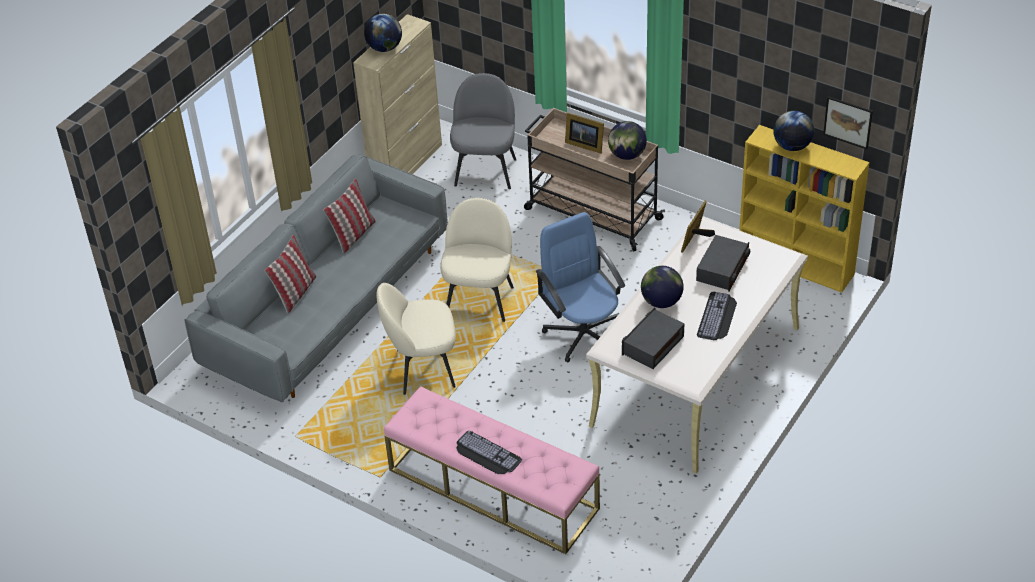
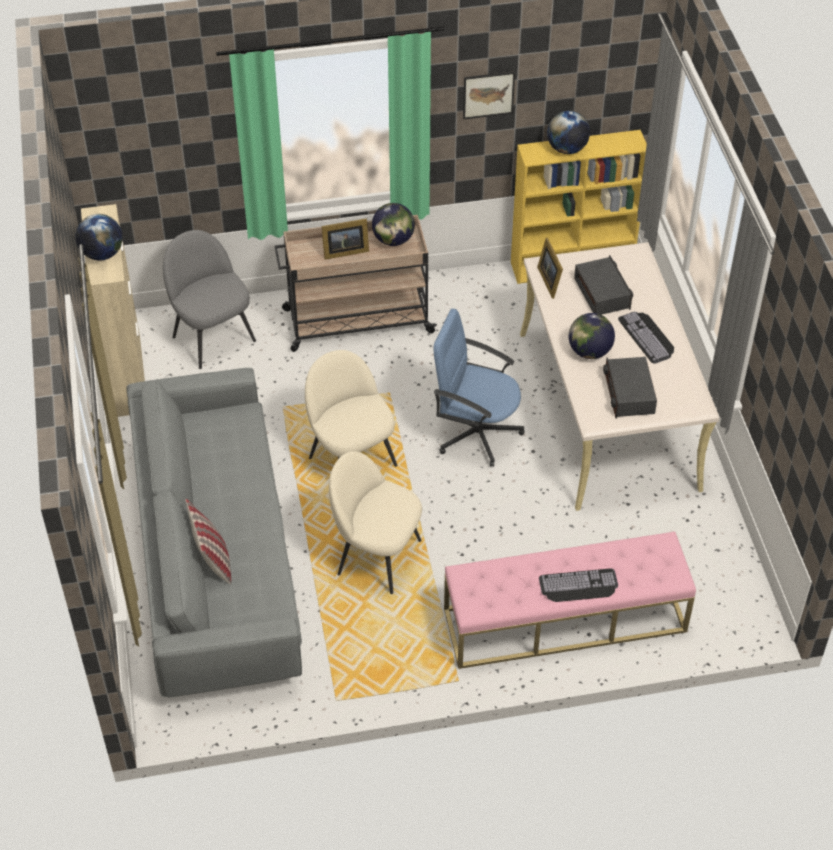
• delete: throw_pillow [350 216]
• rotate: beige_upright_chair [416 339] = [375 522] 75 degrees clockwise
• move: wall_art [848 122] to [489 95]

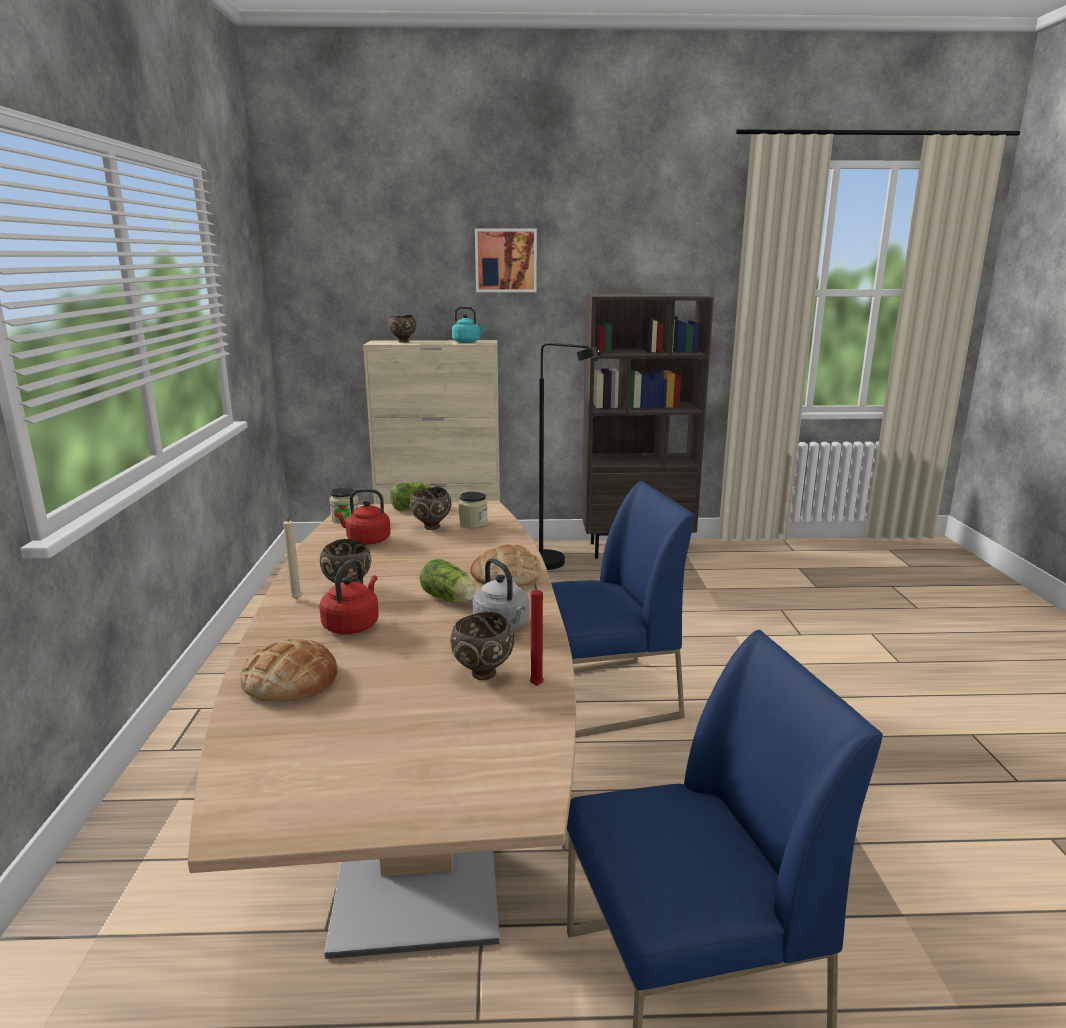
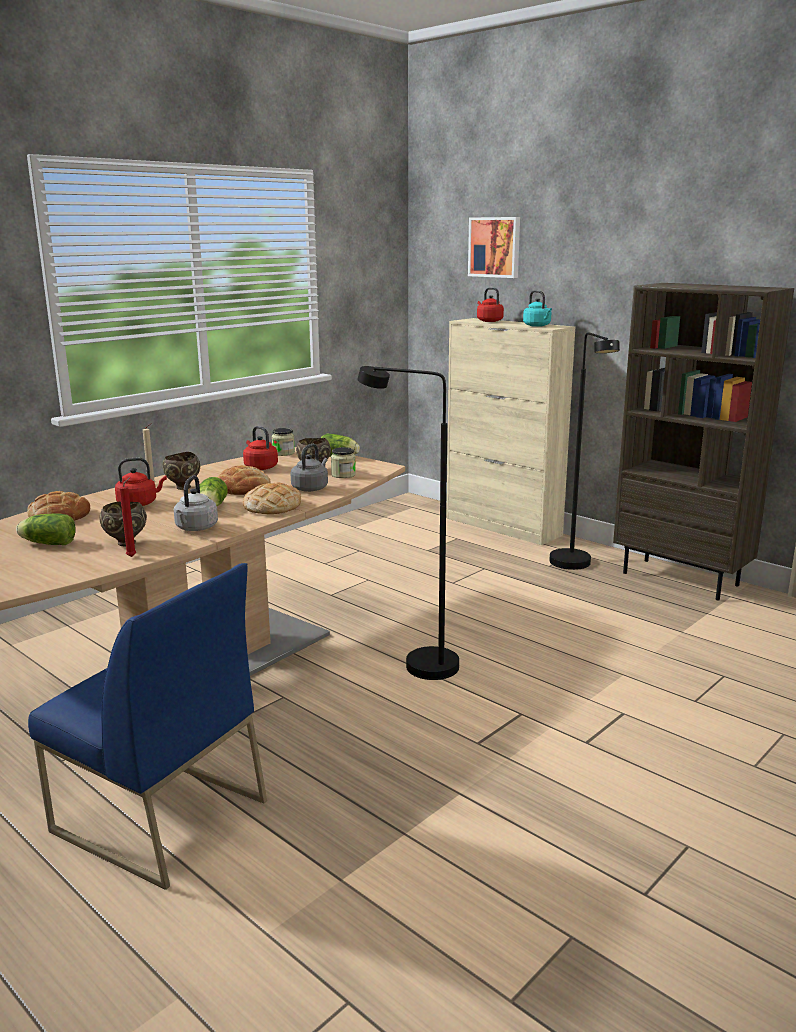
• replace: brown-coloured_serving_bowl [402 329] to reddish_tea_kettle [490 304]
• move: wall_art [506 260] to [494 247]
• replace: blue-coloured_upright_chair [623 609] to black_standard_lamp [408 523]
• insert: lettuce [46 529]
• insert: baked_bread [244 480]
• insert: gray_tea_kettle [309 468]

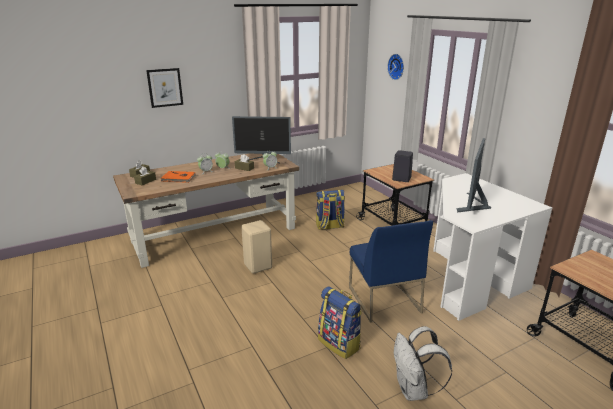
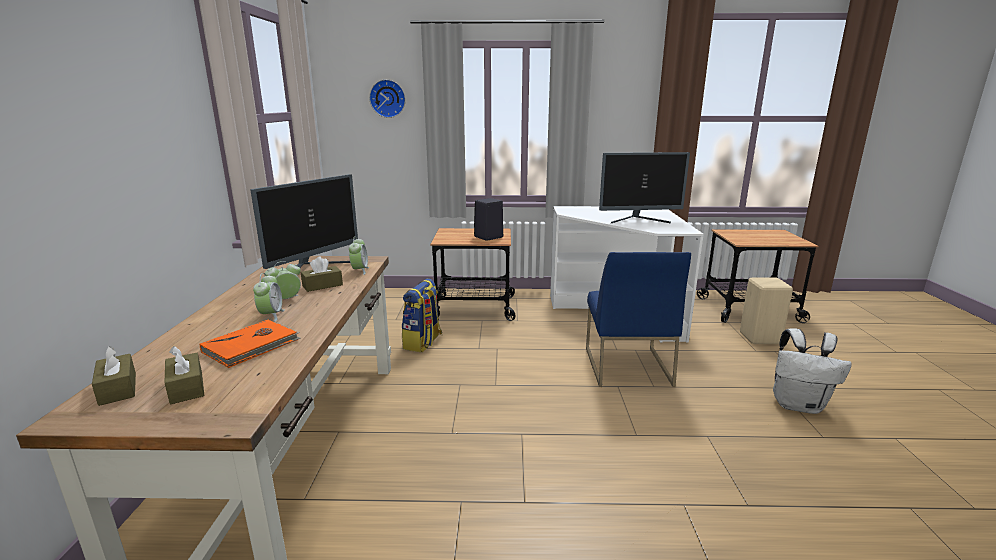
• delete: wall_art [164 88]
• move: beige_stool_seat [256 247] to [766 311]
• delete: backpack [340 322]
• rotate: blue-coloured_upright_chair [391 271] = [638 319] 75 degrees clockwise
• rotate: computer_display [474 175] = [644 187] 60 degrees counterclockwise

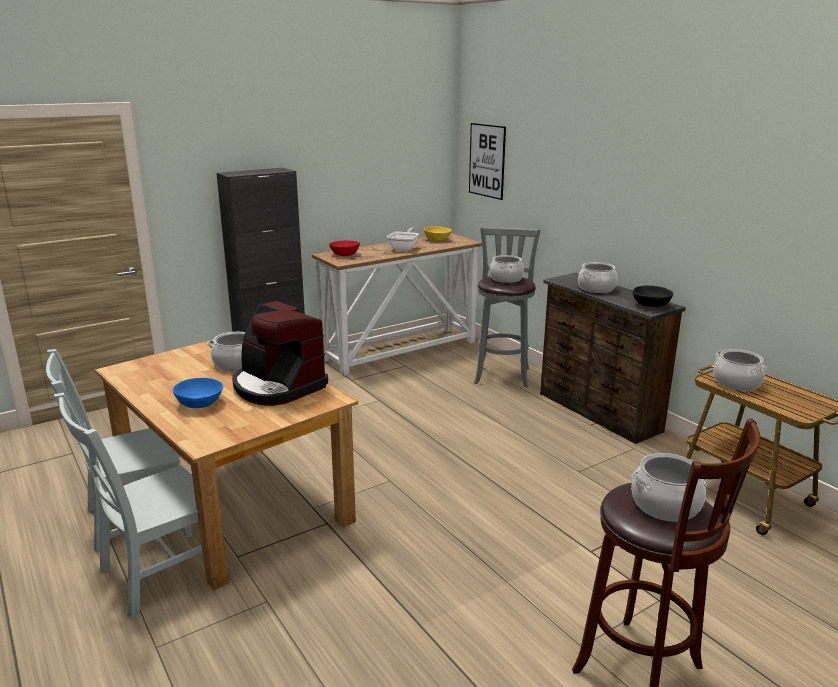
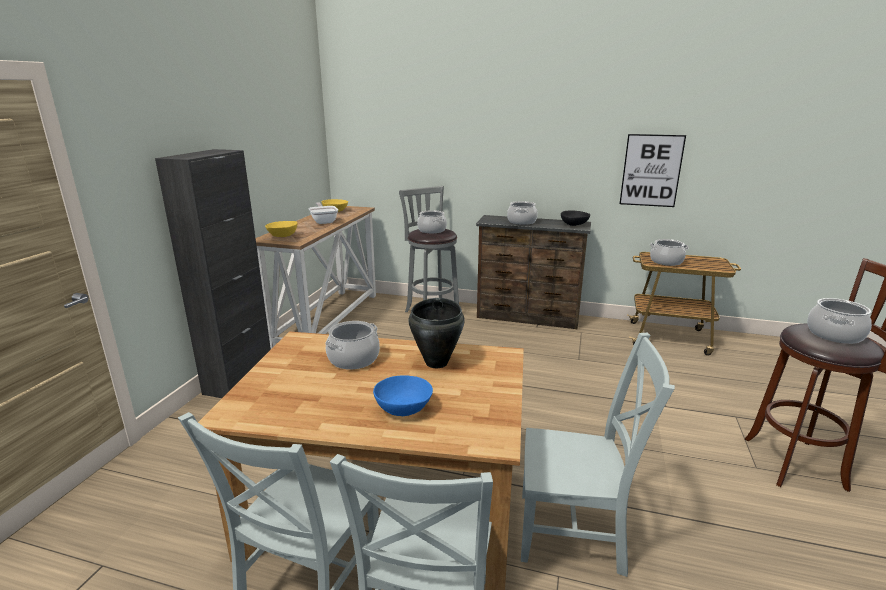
• replace: coffee_maker [280 353] to black_saucepot [436 333]
• recolor: reddish_serving_bowl [344 248] to yellowish_serving_bowl [281 229]
• move: wall_art [487 161] to [653 170]
• insert: gray_upright_chair [598 455]

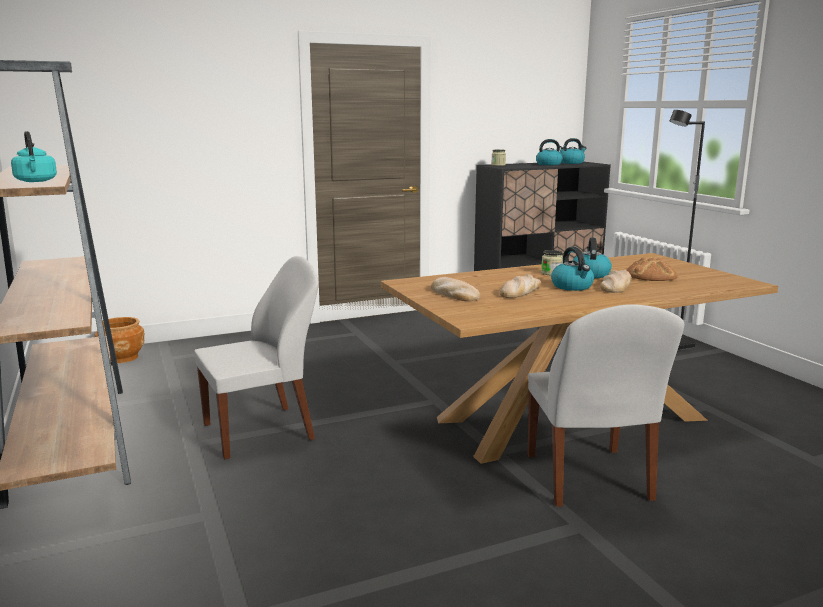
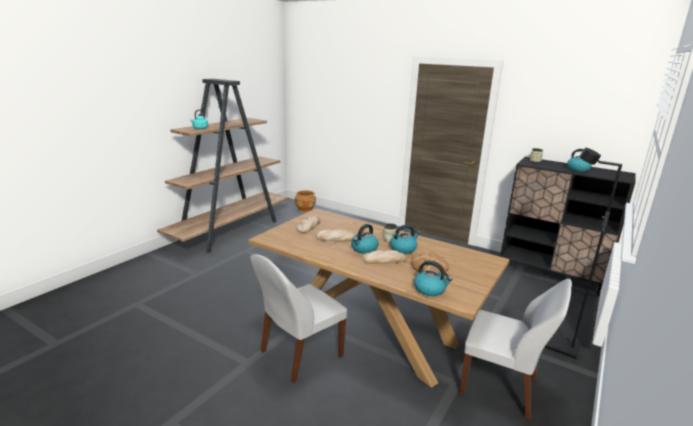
• move: white_upright_chair [256 357] to [516 349]
• move: tea_kettle [574 151] to [433 278]

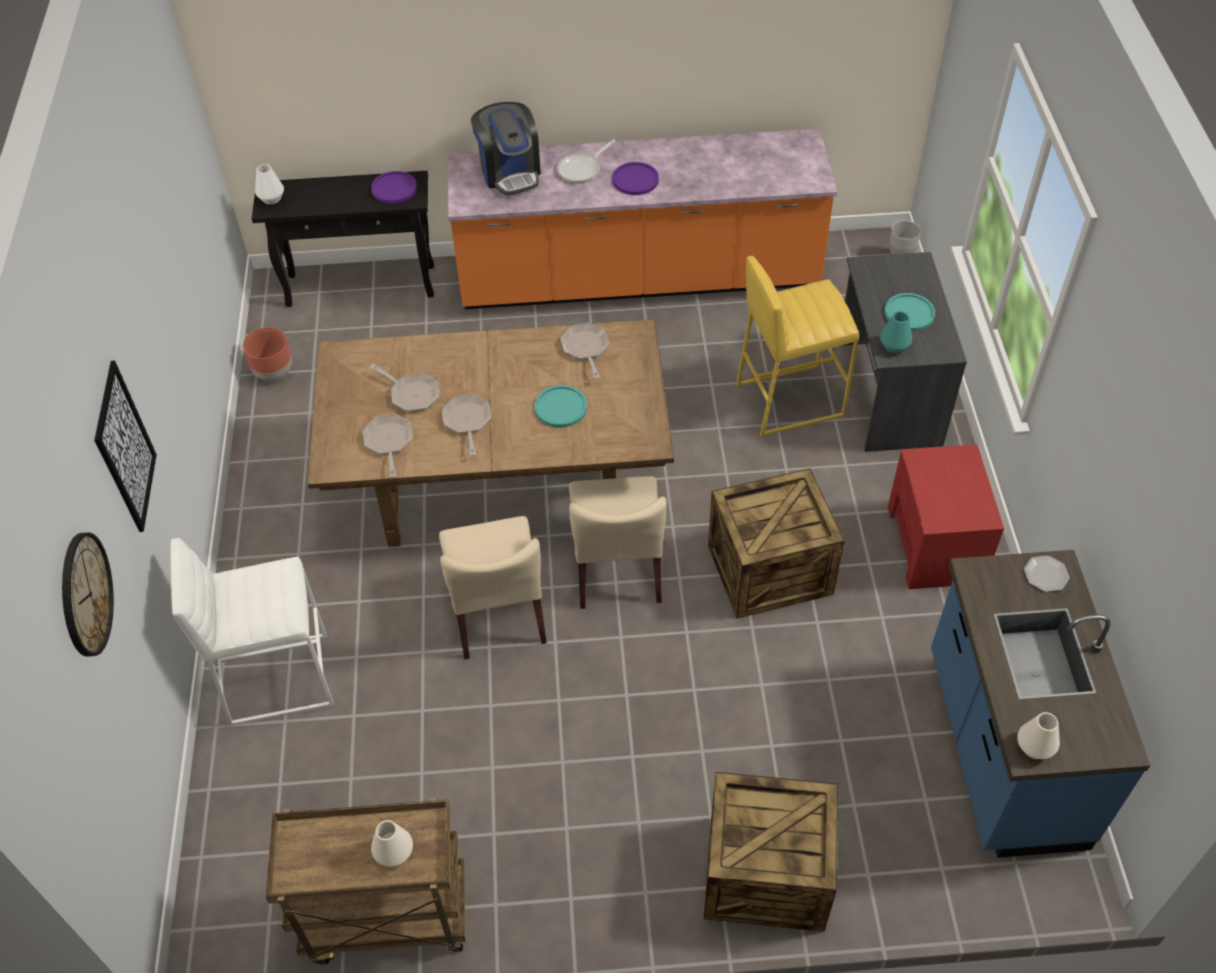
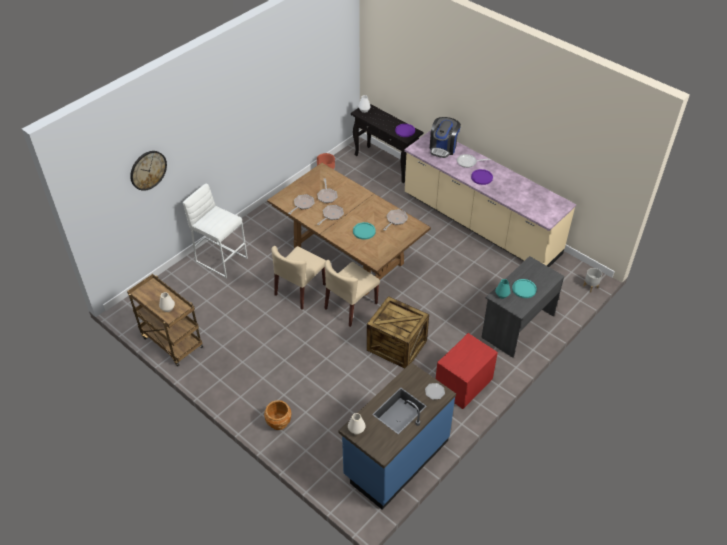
• delete: wall_art [125 446]
• recolor: orangey_counter [642 219] to beige_counter [490 198]
• replace: packing_crate [771 852] to brown-coloured_plant_pot [277 415]
• delete: yellowish_stool_seat [797 346]

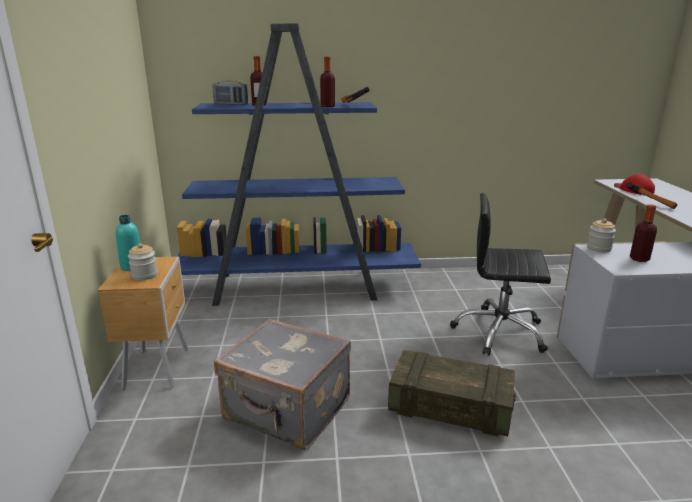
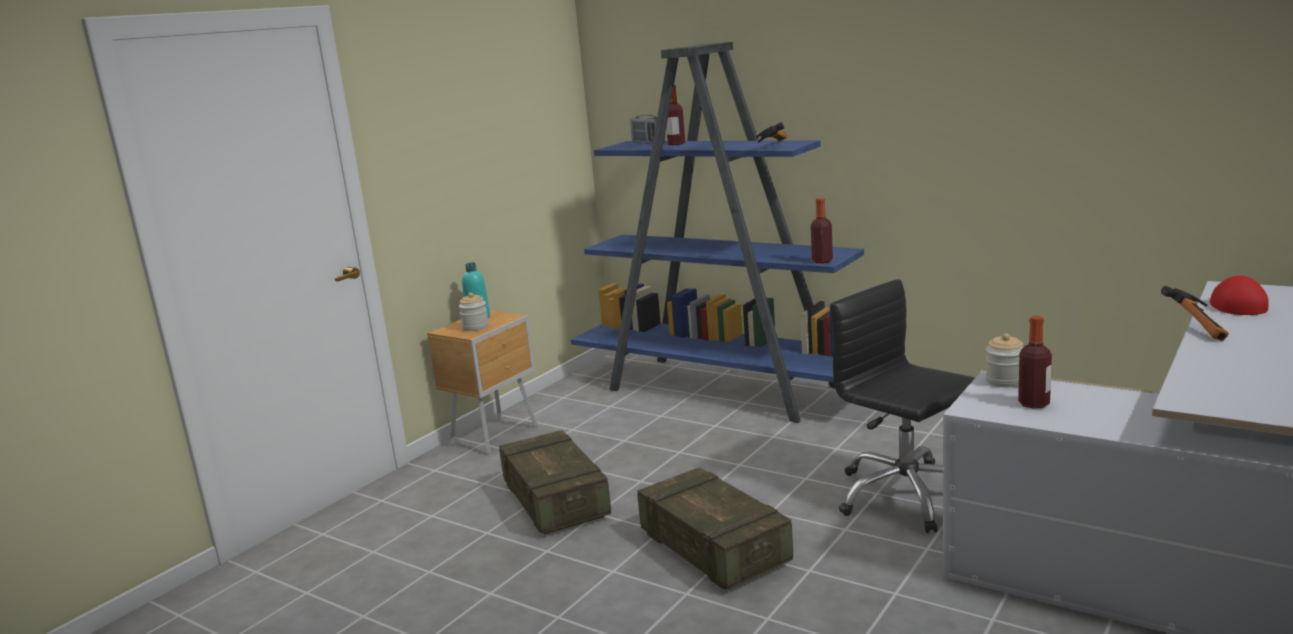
• replace: gray_piece_of_luggage [282 384] to packing_crate [555 482]
• move: drink_bottle [327 82] to [822 231]

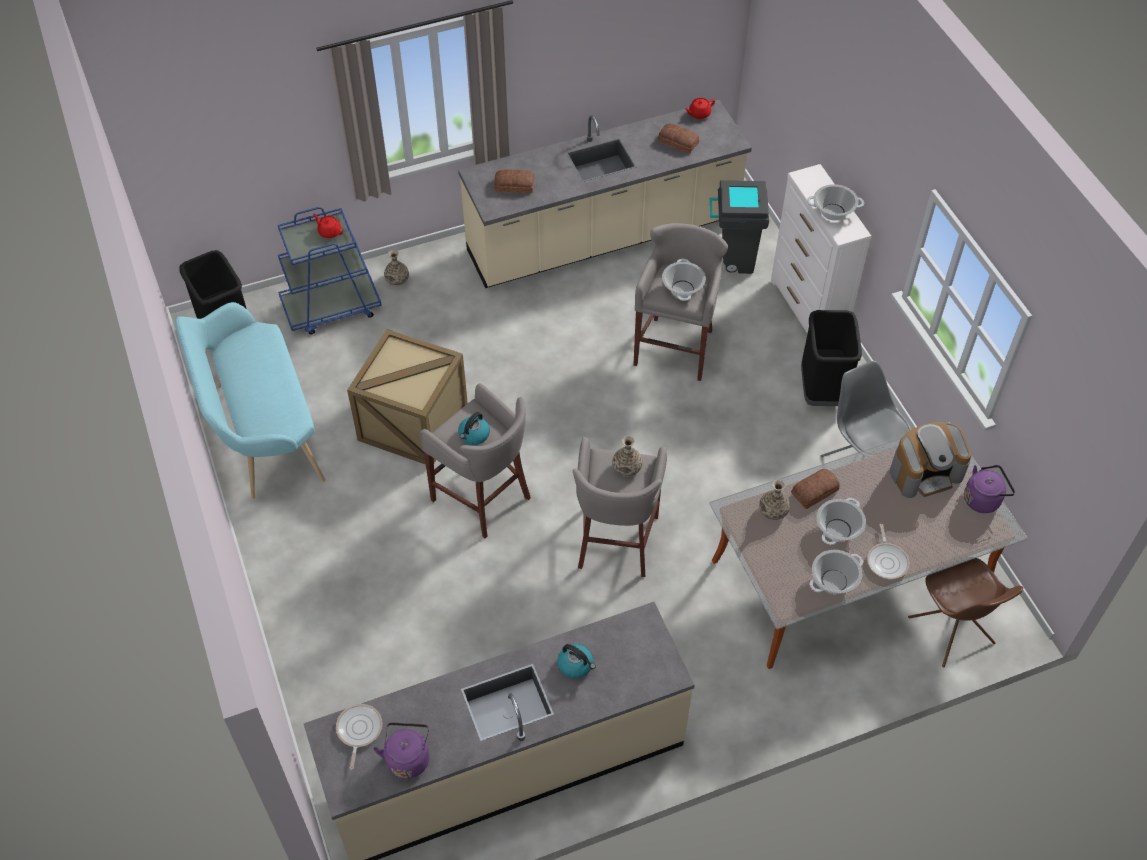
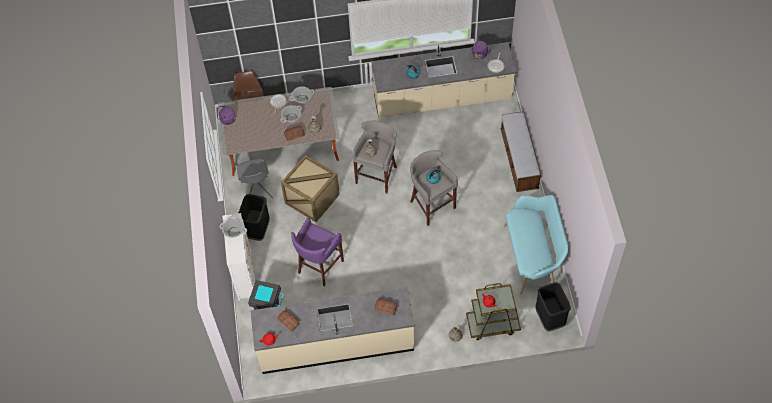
• recolor: blue-coloured_trolley [330 270] to brown-coloured_trolley [493 311]
• move: packing_crate [407 397] to [310 188]
• recolor: gray_stool_seat [680 302] to purple-coloured_stool_seat [317 252]
• delete: saucepot [684 280]
• delete: coffee_maker [930 460]
• insert: bench [520 151]

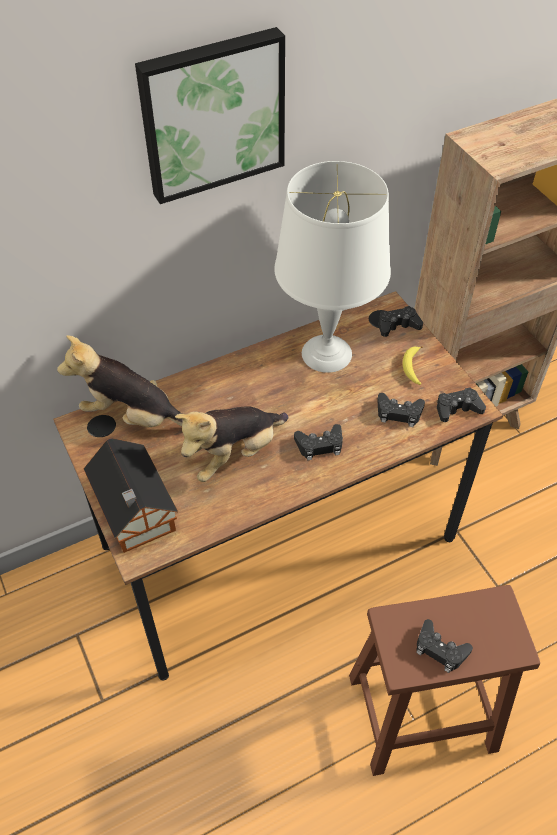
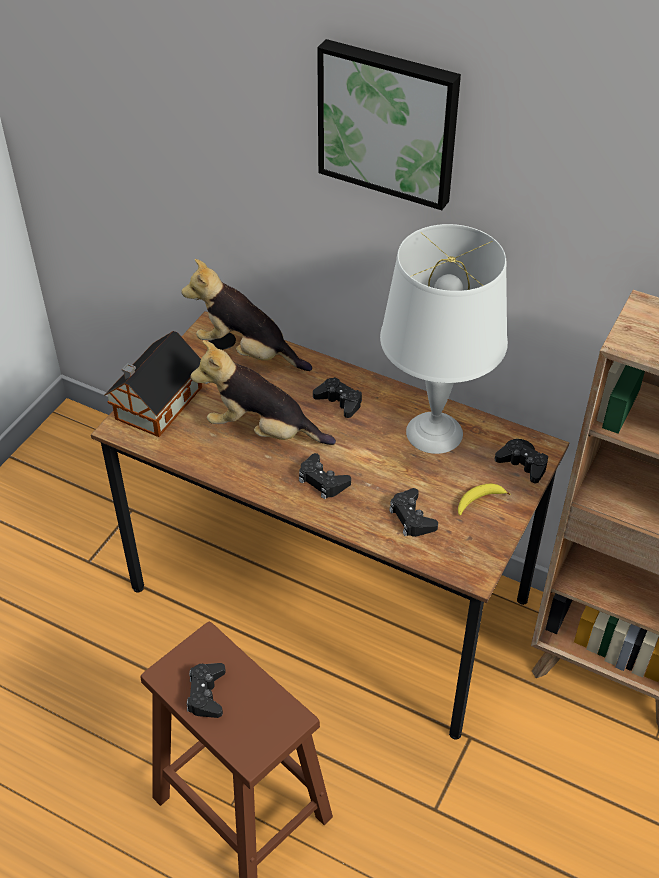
• rotate: plush_toy [120 381] = [246 315] 45 degrees counterclockwise
• move: black_game_controller [461 405] to [337 397]

